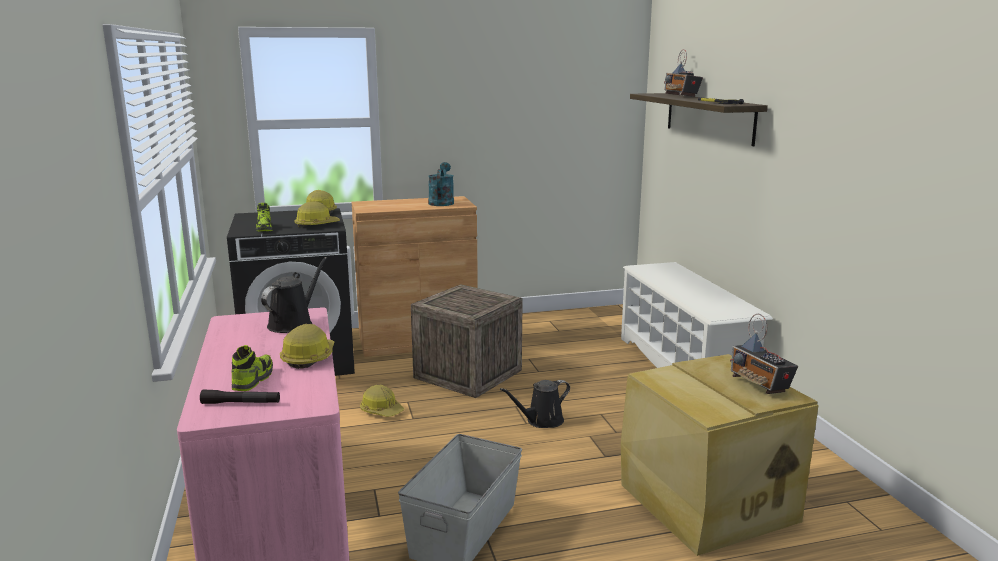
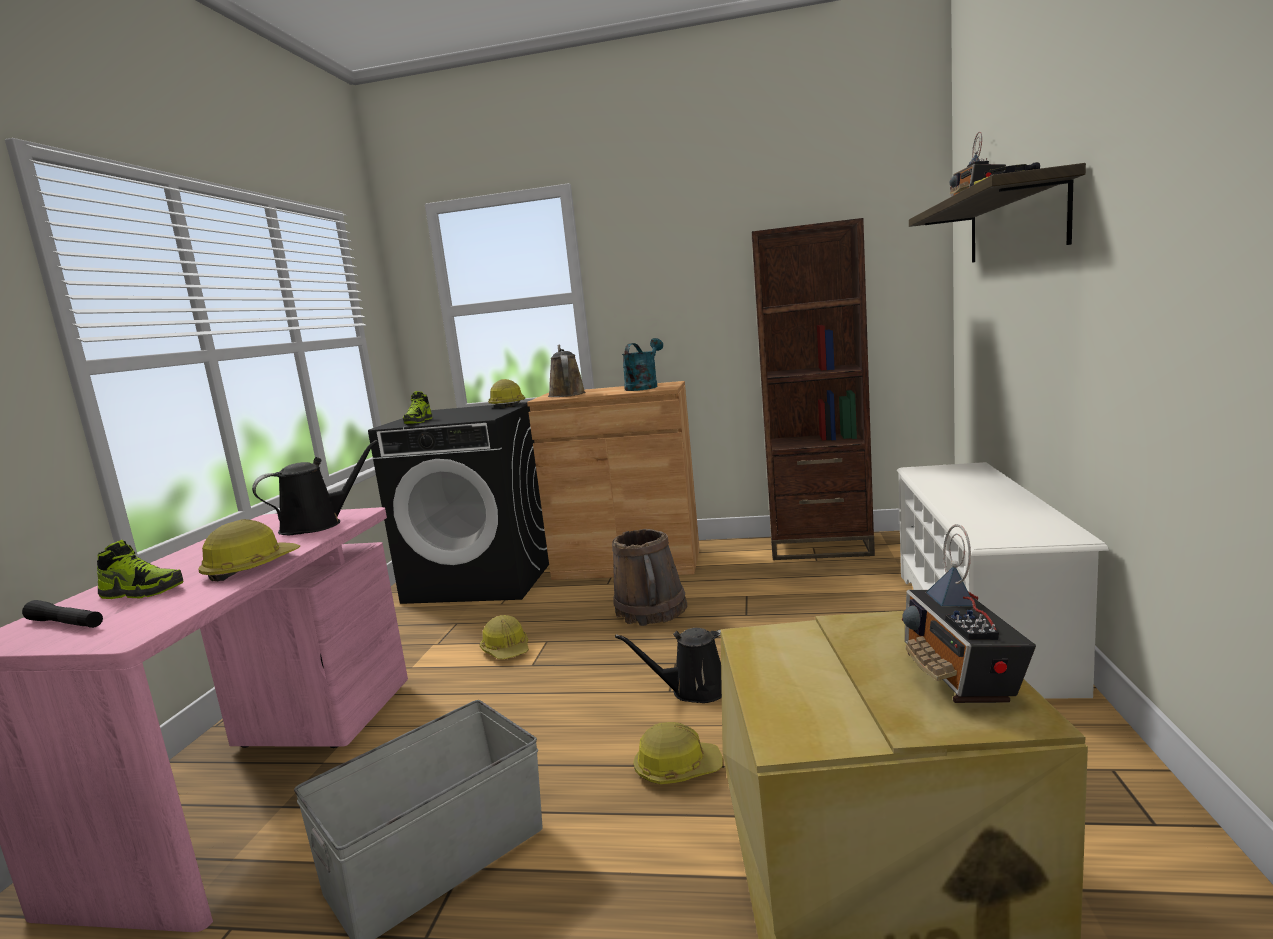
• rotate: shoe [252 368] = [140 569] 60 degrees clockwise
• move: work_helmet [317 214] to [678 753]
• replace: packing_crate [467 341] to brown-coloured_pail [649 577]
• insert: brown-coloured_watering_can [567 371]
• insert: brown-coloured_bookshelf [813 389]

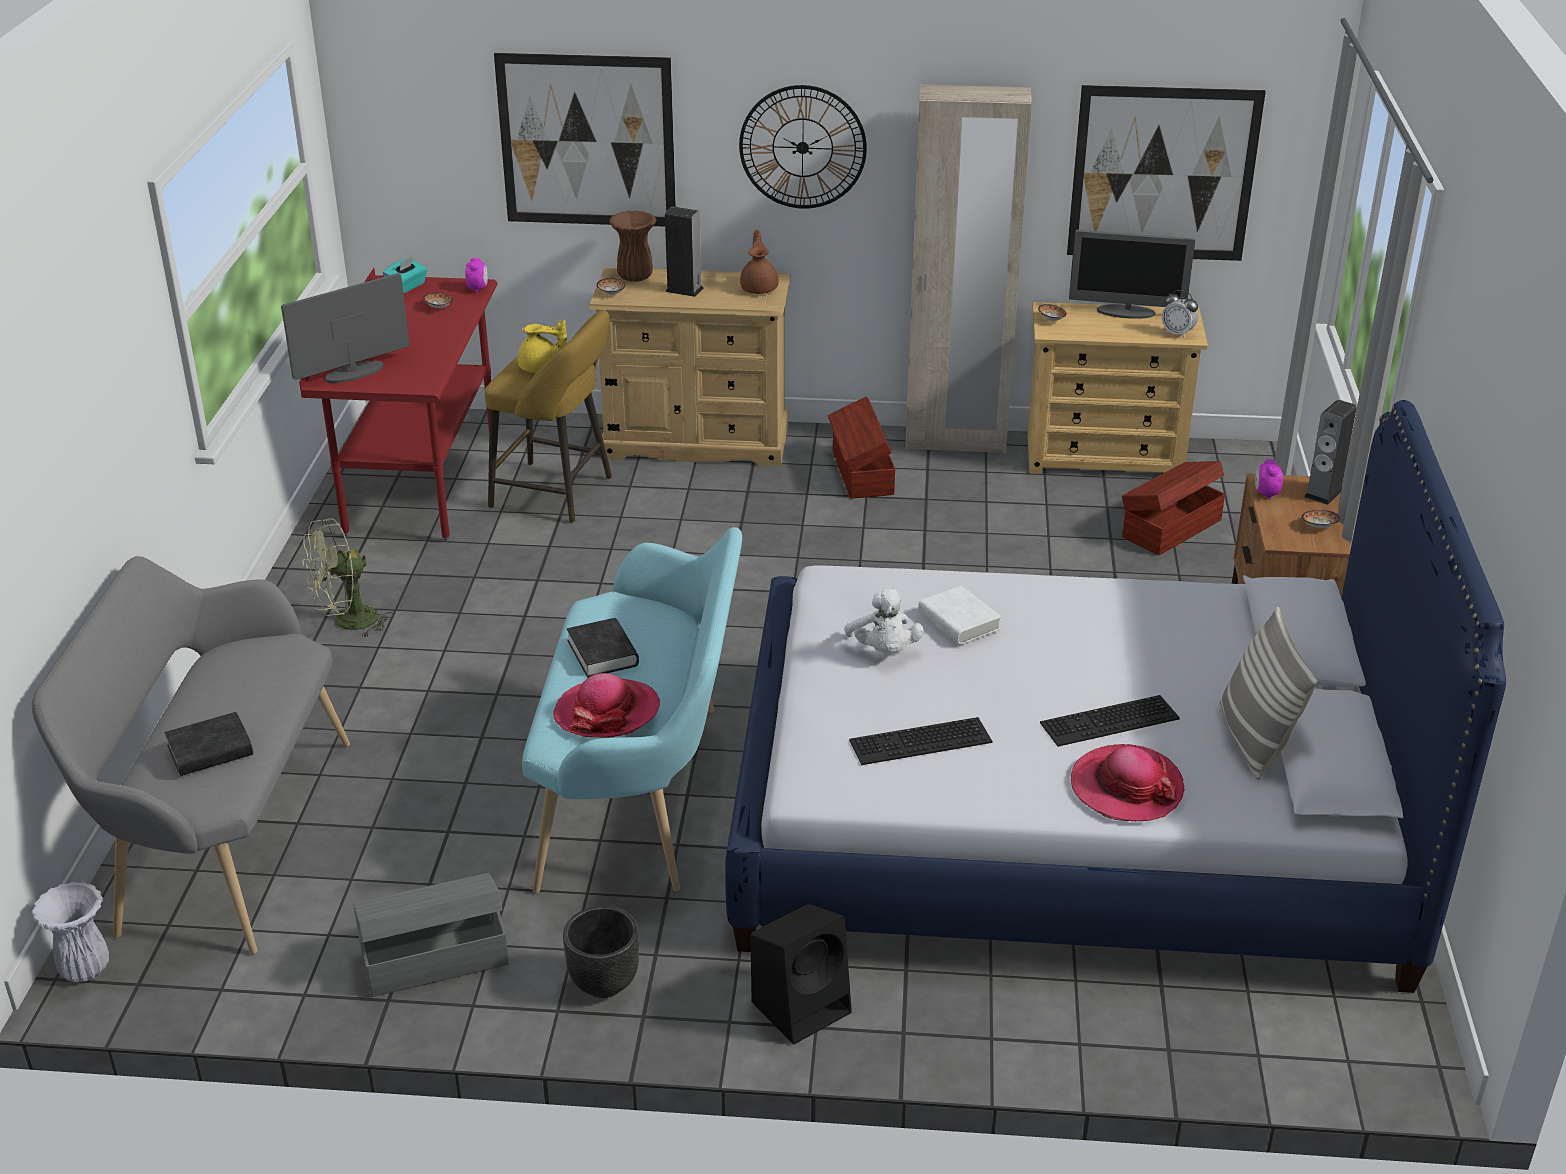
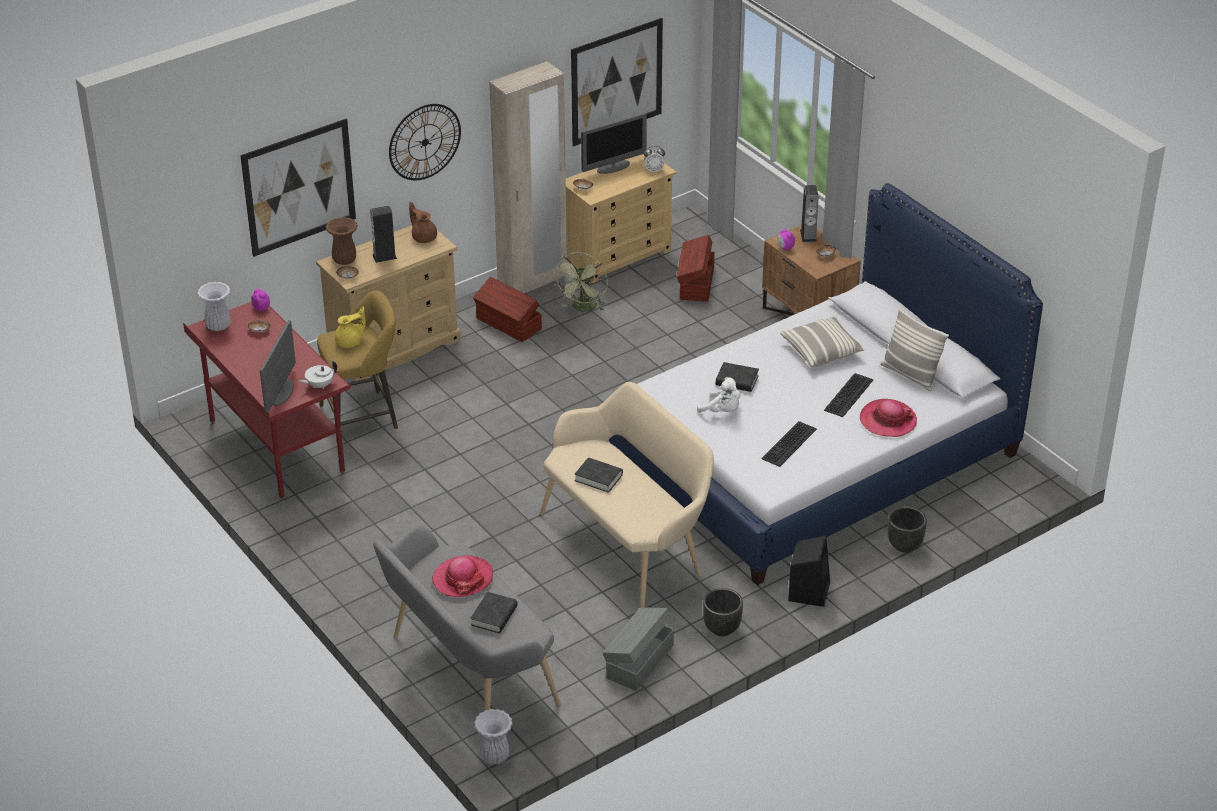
• move: greenish_cooling_fan [348 578] to [581 282]
• replace: blue-green_box_of_tissues [405 275] to white_vase [214 306]
• recolor: blue-green_bench [632 710] to beige_bench [627 495]
• move: hat [606 705] to [462 576]
• recolor: white_volume [959 615] to black_volume [737 377]
• insert: white_tea_pot [318 375]
• insert: throw_pillow [822 341]
• insert: black_plant_pot [907 529]

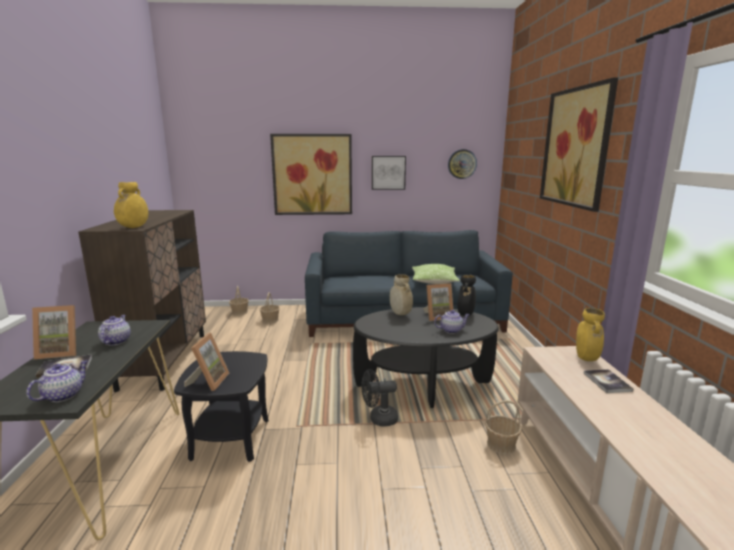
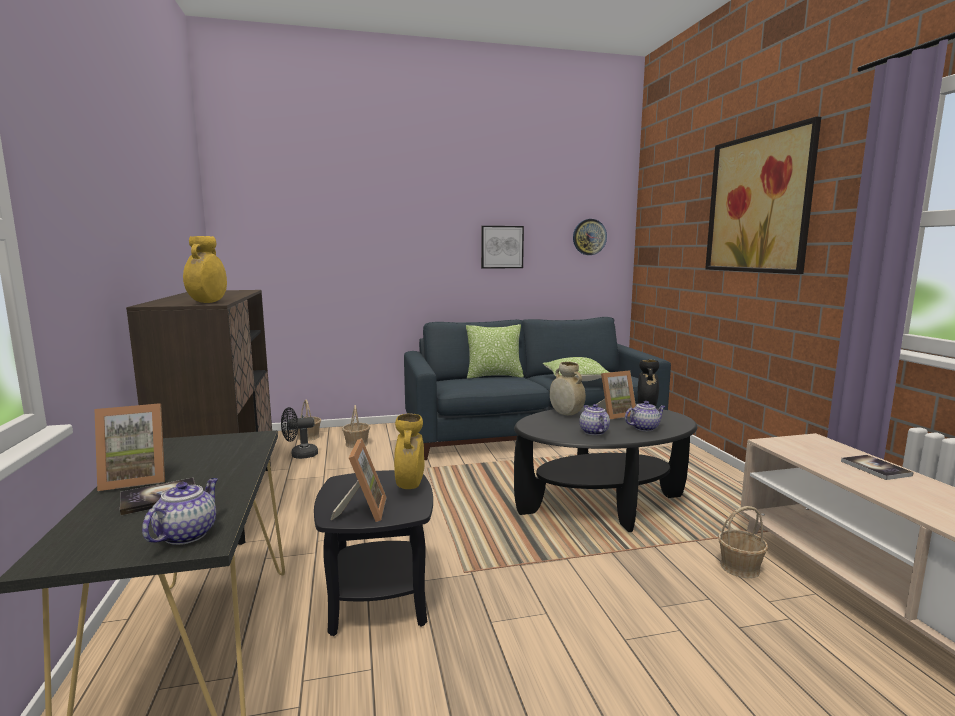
• move: tea_pot [114 330] to [594 419]
• delete: wall_art [311 174]
• move: black_cooling_fan [379 397] to [299 433]
• move: yellowish_vase [590 334] to [409 451]
• insert: throw_pillow [495 351]

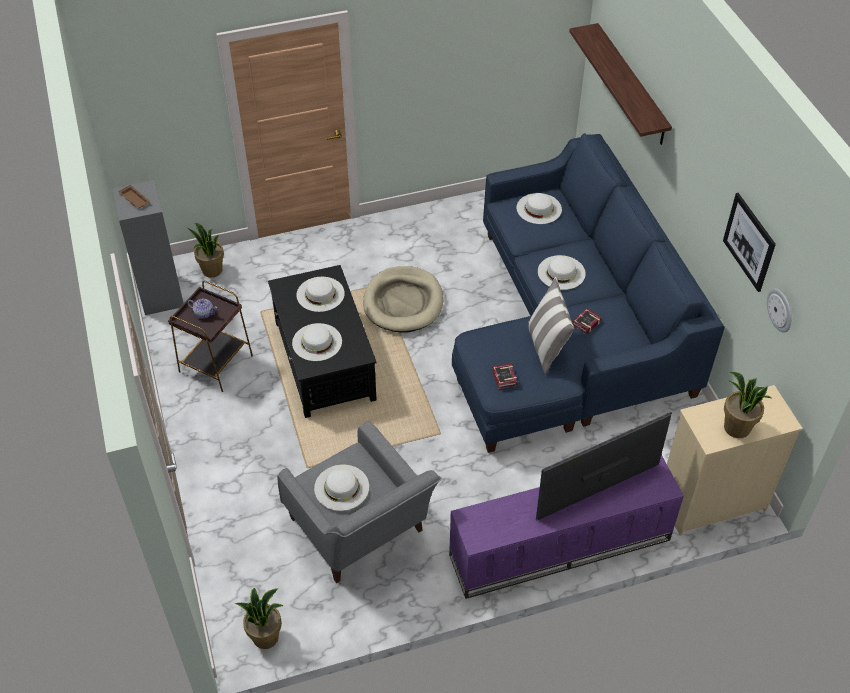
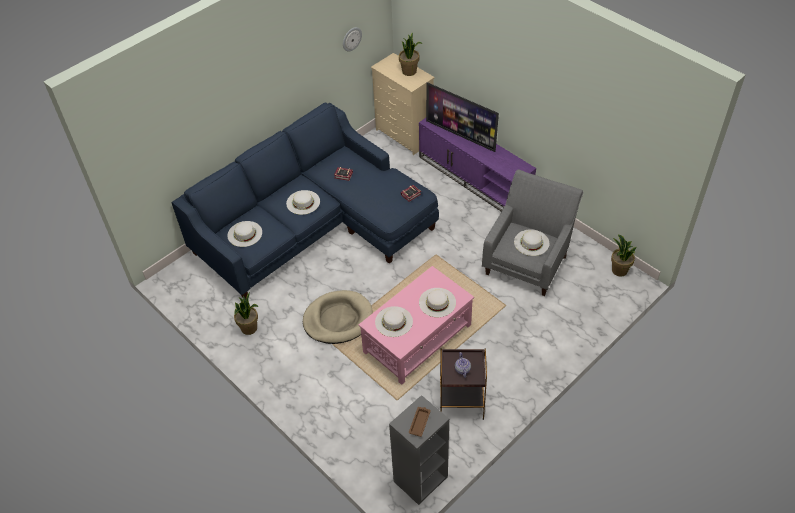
• move: potted_plant [205 250] to [246 313]
• recolor: black_coffee_table [322 341] to pink-coloured_coffee_table [416 325]
• delete: throw_pillow [551 325]
• delete: shelf [620 84]
• delete: wall_art [749 242]

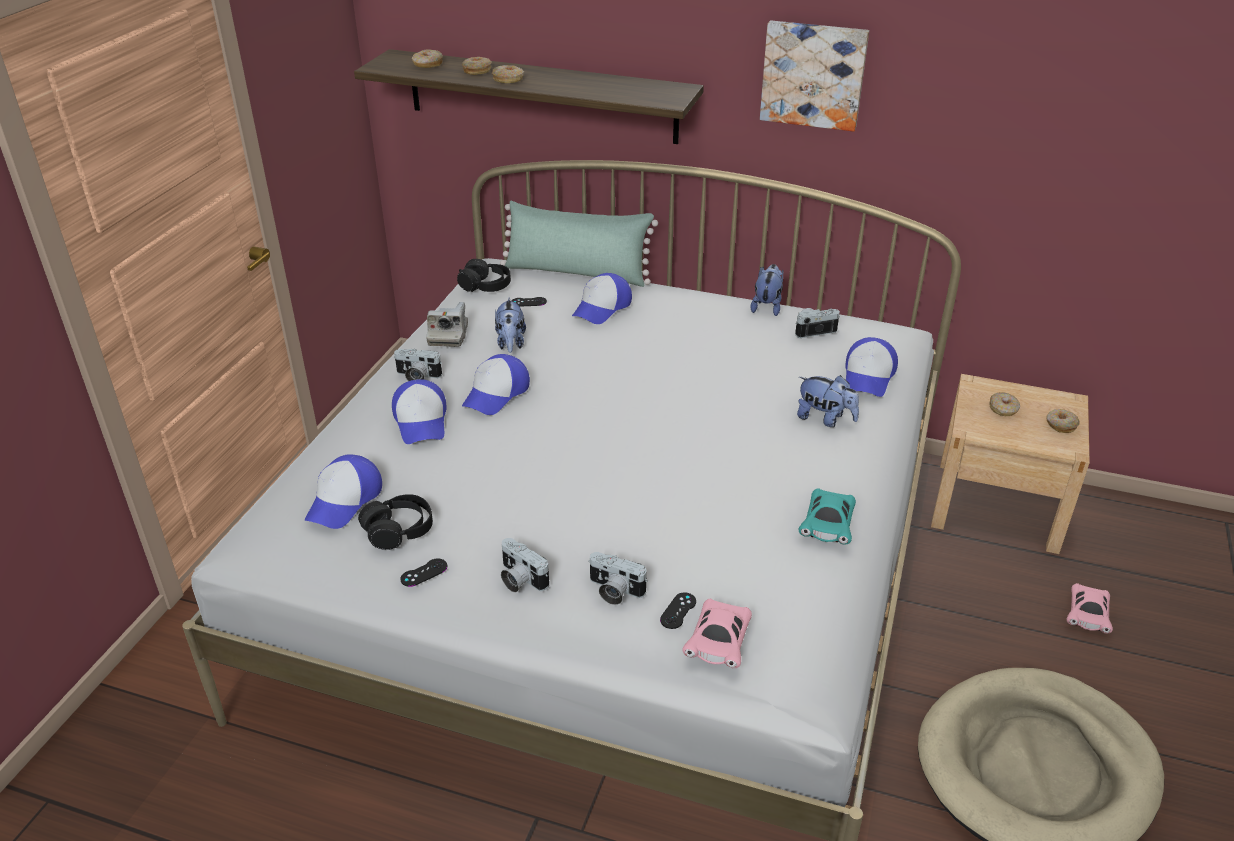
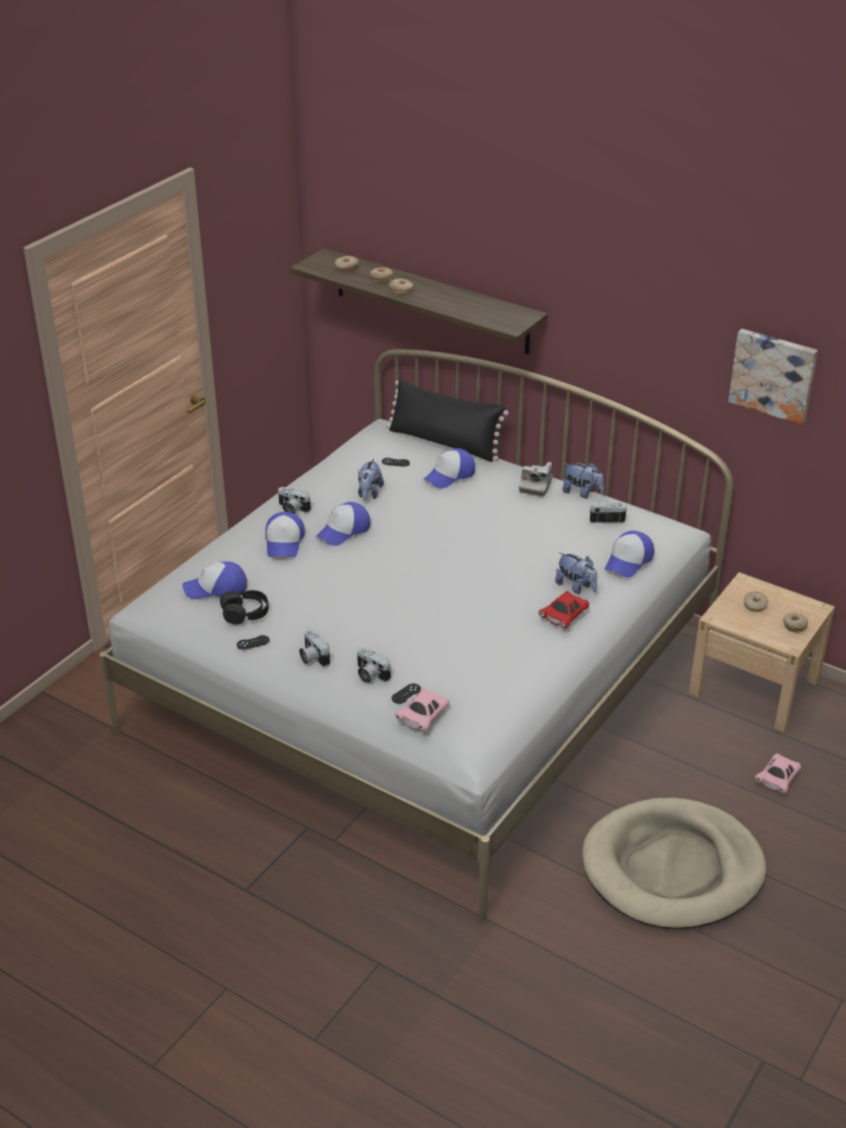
• rotate: baseball_cap [343 491] = [215 580] 45 degrees clockwise
• move: photo_camera [447 324] to [536 479]
• delete: black_headphones [484 275]
• recolor: greenish_throw_pillow [579 244] to black_throw_pillow [447 420]
• rotate: plush_toy [767 290] = [583 480] 90 degrees clockwise
• move: wall_art [814 76] to [773 377]
• delete: blue-green_miniature_car [827 516]
• insert: reddish_miniature_car [563 610]

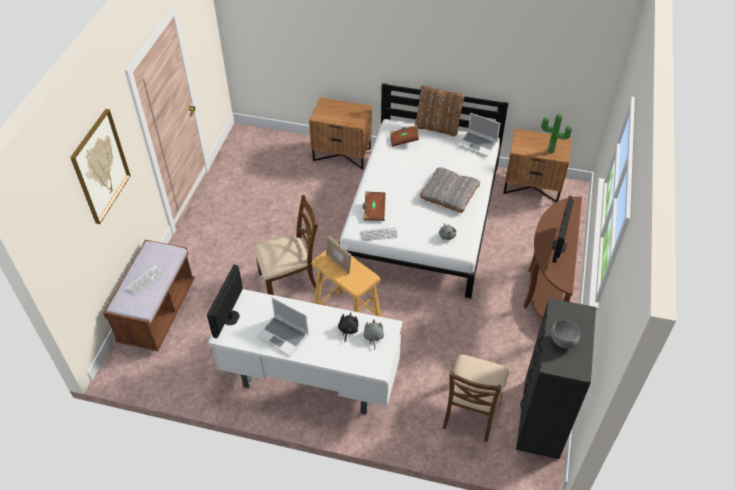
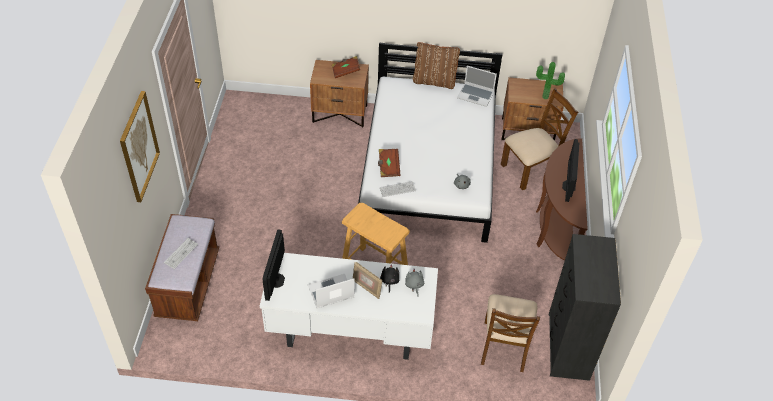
• move: brown-coloured_upright_chair [285 245] to [539 139]
• rotate: laptop [282 327] = [331 291] 135 degrees clockwise
• move: photo_frame [338 255] to [367 280]
• move: brown-coloured_volume [404 136] to [346 67]
• delete: gray_throw_pillow [450 190]
• delete: gray_serving_bowl [565 334]

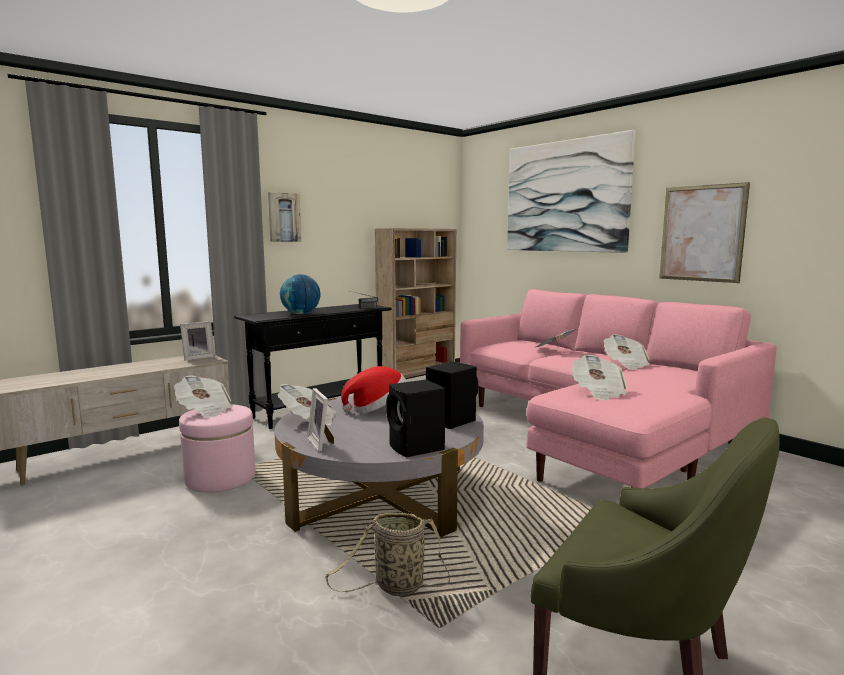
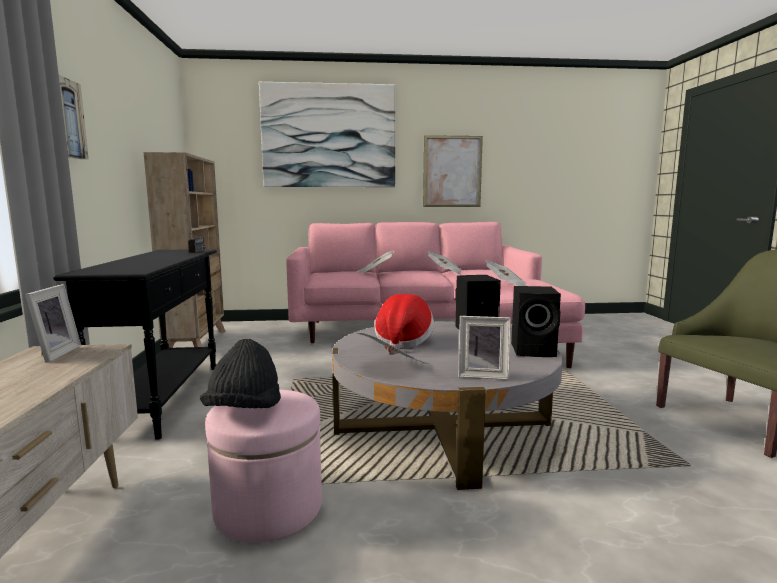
• replace: newspaper [203 397] to black_hat [240 373]
• delete: world_globe [300 294]
• delete: storage_basket [387 554]

